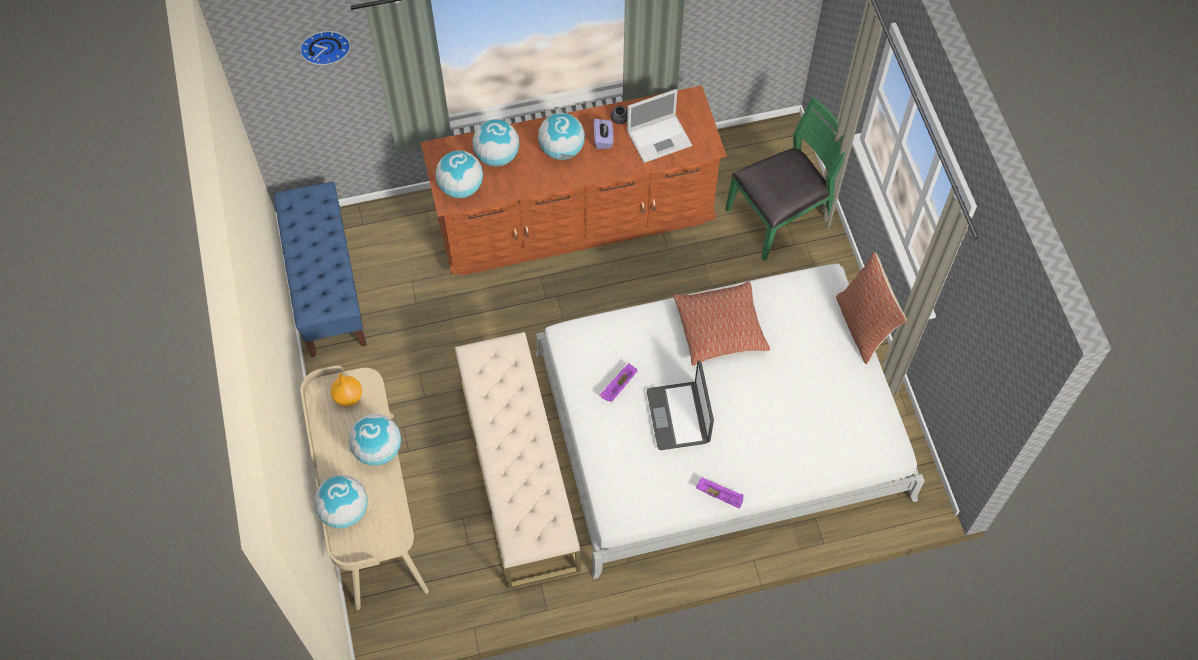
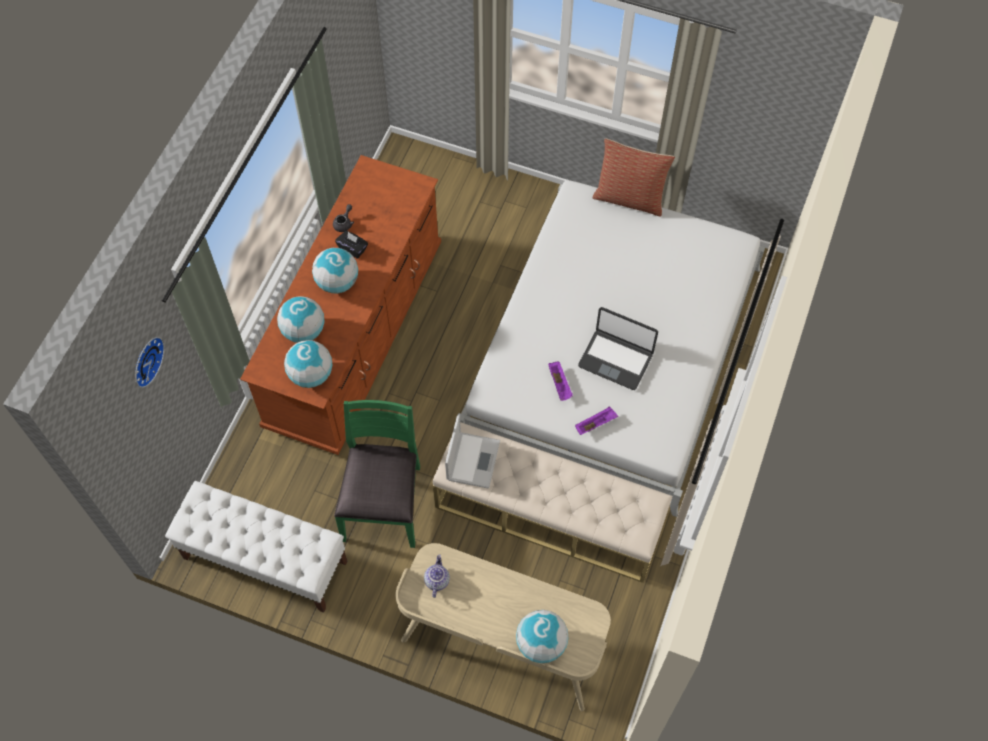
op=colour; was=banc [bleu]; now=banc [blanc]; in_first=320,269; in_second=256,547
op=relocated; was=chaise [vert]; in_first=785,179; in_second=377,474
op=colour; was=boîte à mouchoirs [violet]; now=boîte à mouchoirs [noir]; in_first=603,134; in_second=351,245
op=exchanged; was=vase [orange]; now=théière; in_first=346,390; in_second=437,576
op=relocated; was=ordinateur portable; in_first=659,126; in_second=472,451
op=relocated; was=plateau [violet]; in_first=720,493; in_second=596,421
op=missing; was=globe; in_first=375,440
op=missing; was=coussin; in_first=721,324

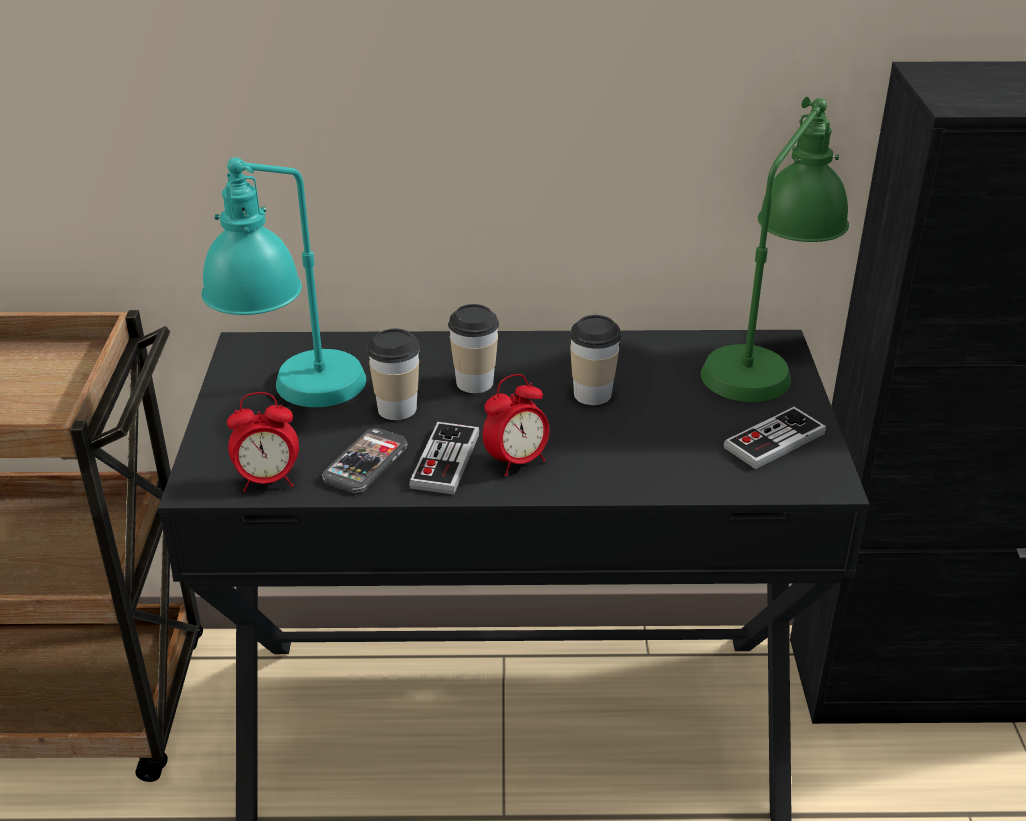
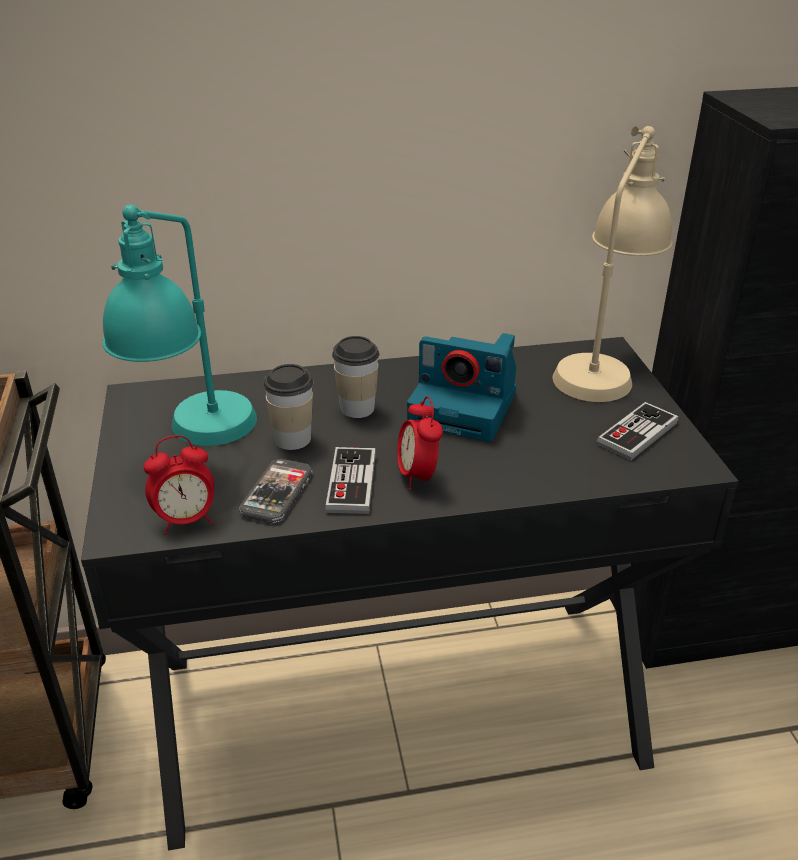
op=spun; was=réveil; in_first=516,425; in_second=420,443; clockwise=120
op=exchanged; was=tasse; now=appareil photo; in_first=595,360; in_second=461,387
op=colour; was=lampe de table [vert]; now=lampe de table [beige]; in_first=775,249; in_second=613,264

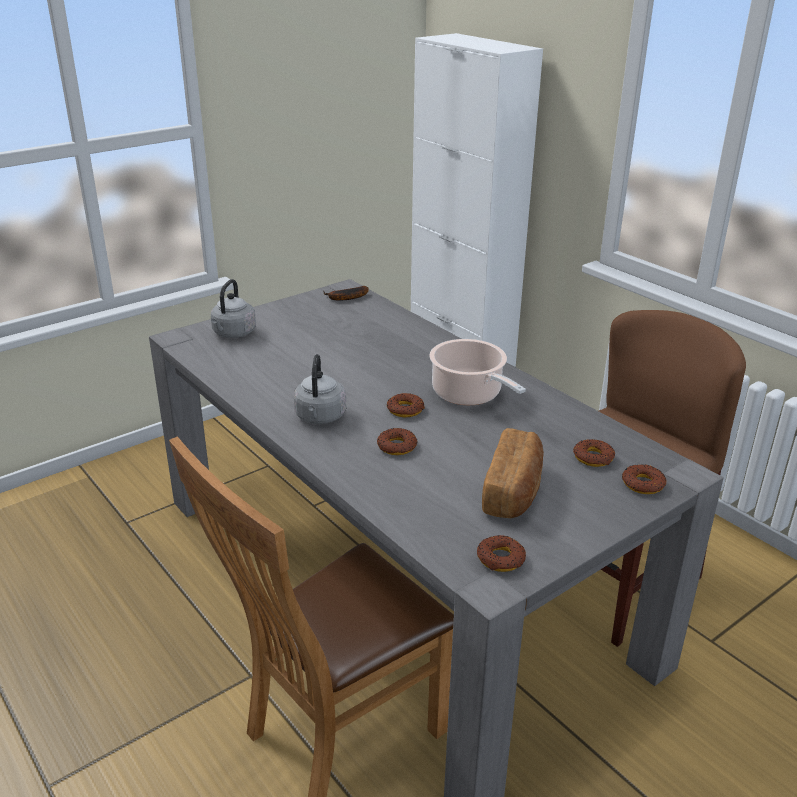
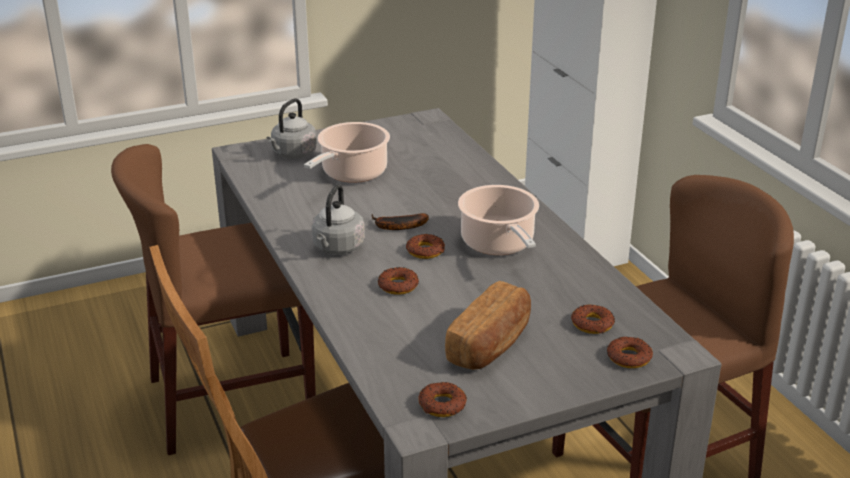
op=appeared; now=chaise [marron]; in_second=213,299
op=appeared; now=marmite; in_second=347,152
op=relocated; was=banane; in_first=346,293; in_second=400,221

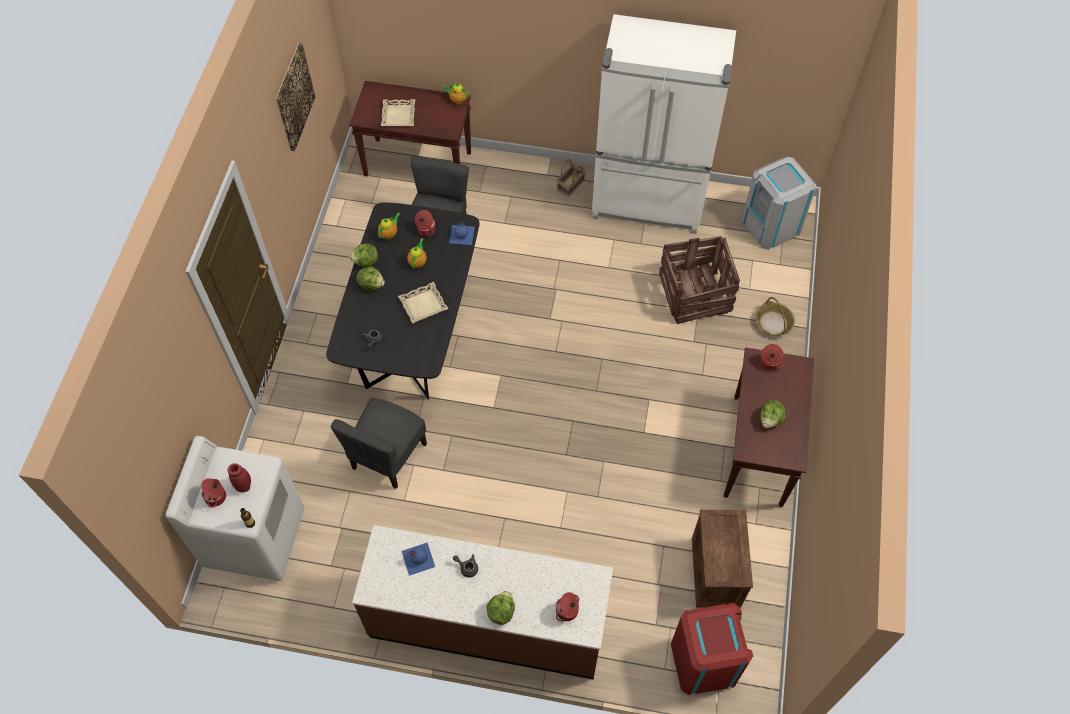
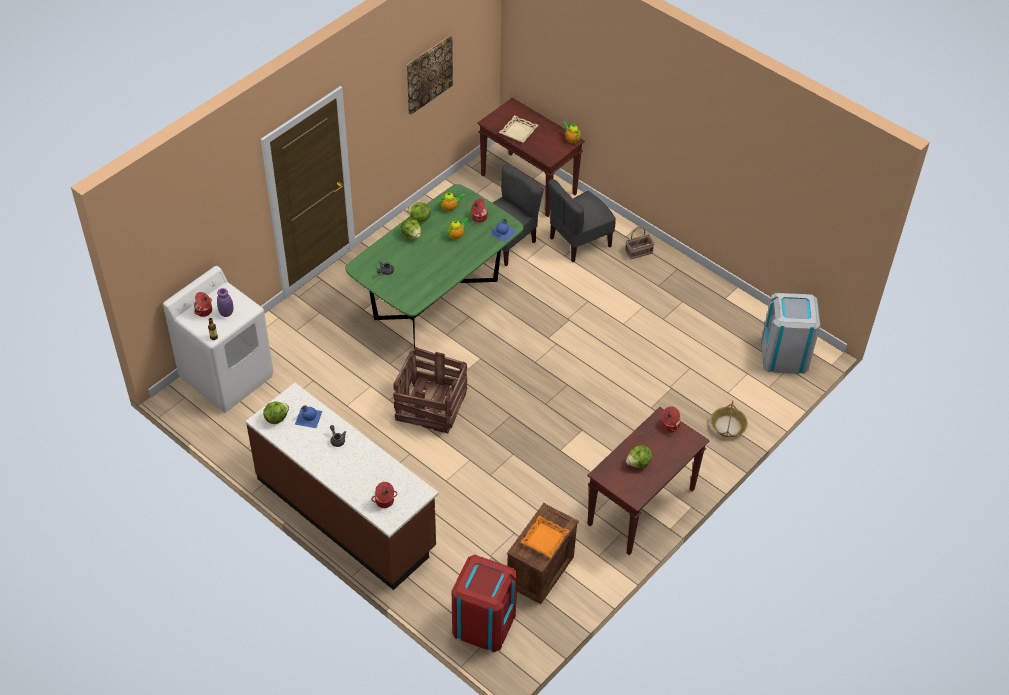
op=colour; was=vase [rouge]; now=vase [violet]; in_first=239,477; in_second=225,302
op=relocated; was=laitue; in_first=501,608; in_second=276,412
op=colour; was=table à manger [noir]; now=table à manger [vert]; in_first=403,301; in_second=434,266
op=relocated; was=caisse; in_first=699,280; in_second=430,390
op=appeared; now=plateau [orange]; in_second=545,536
op=relocated; was=chaise [gris]; in_first=379,443; in_second=582,220
op=missing; was=plateau [beige]; in_first=423,303
op=missing; was=réfrigérateur [blanc]; in_first=664,124

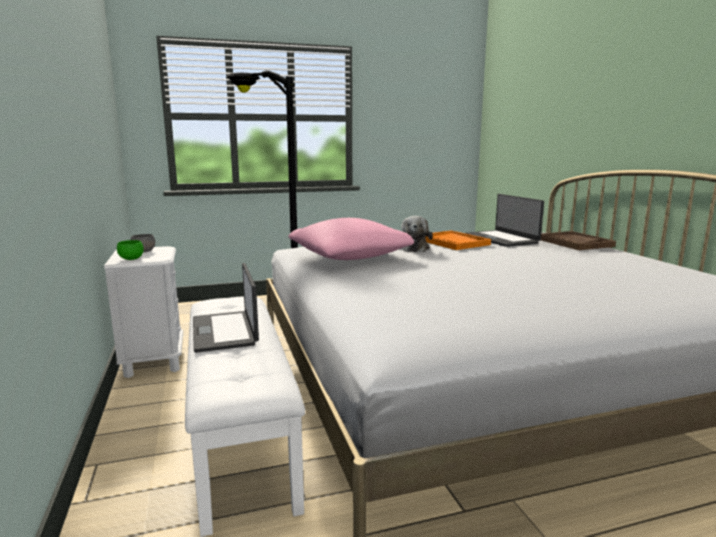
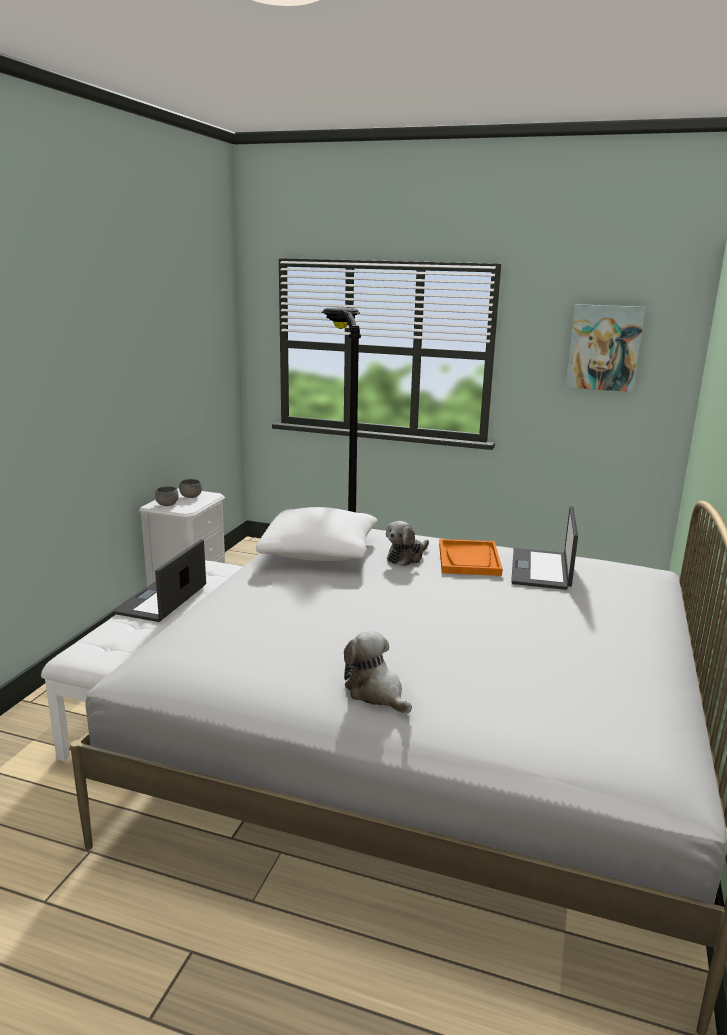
op=colour; was=bol [vert]; now=bol [gris]; in_first=130,250; in_second=167,496
op=colour; was=coussin [rose]; now=coussin [blanc]; in_first=351,239; in_second=317,534
op=appeared; now=peluche; in_second=378,672
op=appeared; now=tableau; in_second=605,348
op=missing; was=plateau [marron]; in_first=578,240

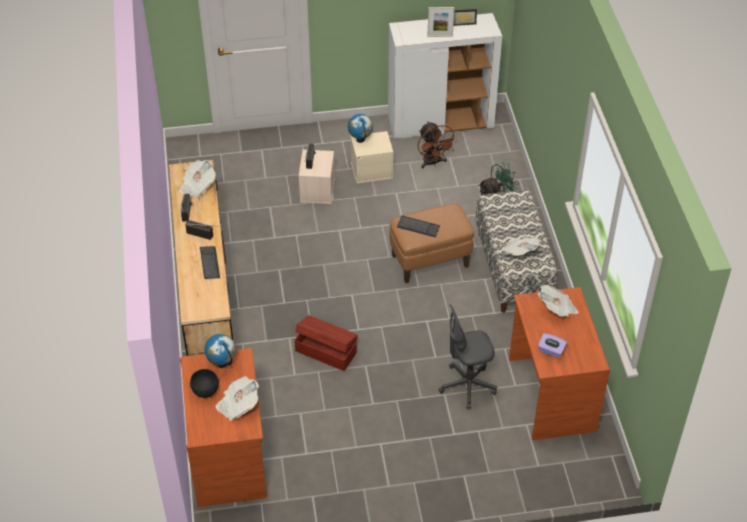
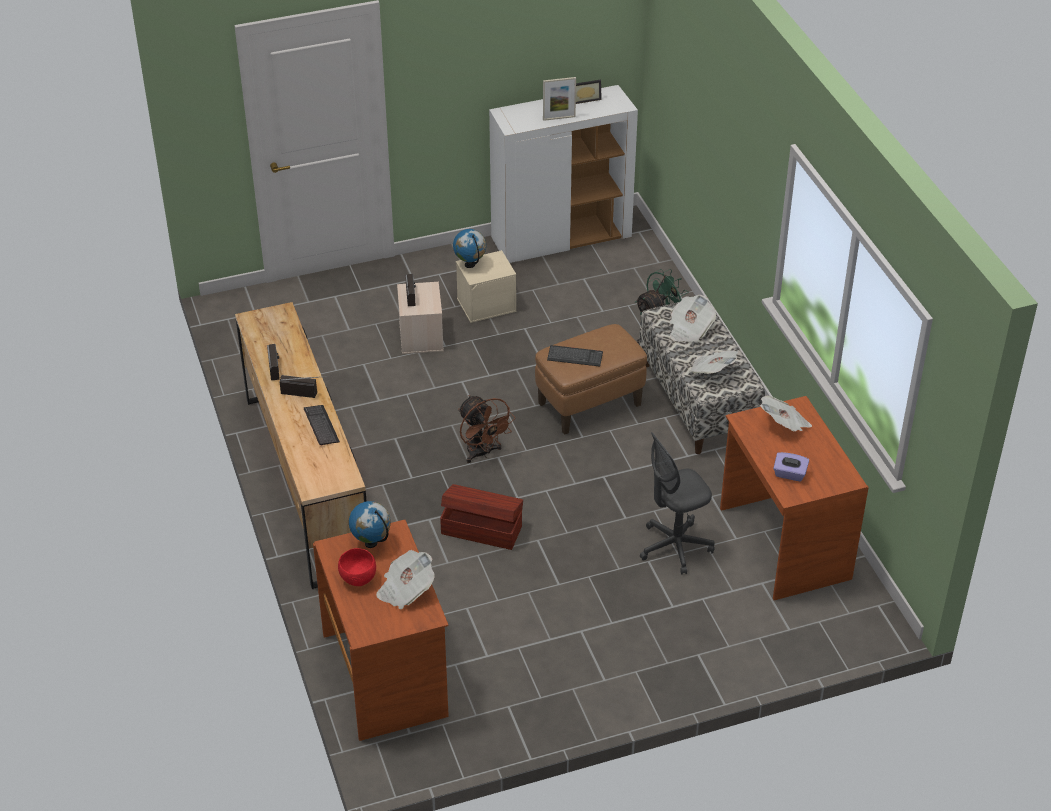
op=colour; was=bol [noir]; now=bol [rouge]; in_first=204,383; in_second=357,567
op=relocated; was=ventilateur [marron]; in_first=437,144; in_second=486,429
op=relocated; was=journal; in_first=197,179; in_second=693,319

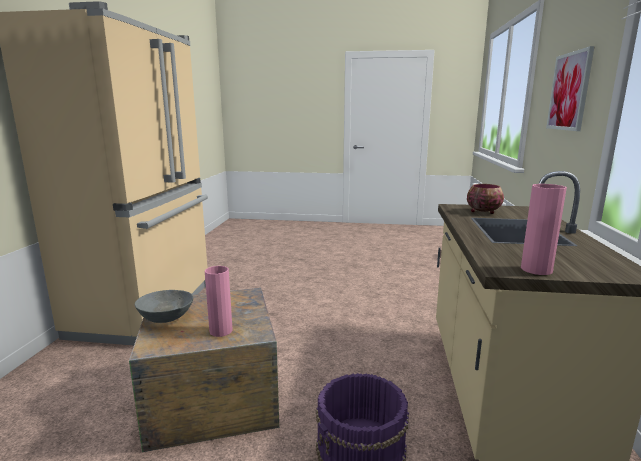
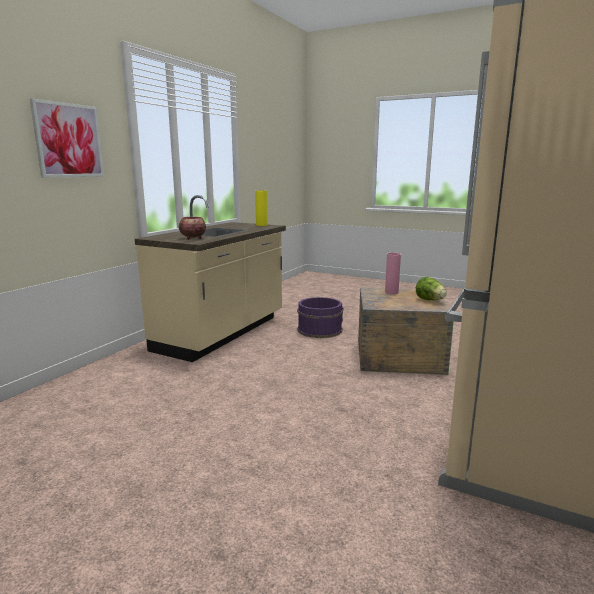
op=colour; was=vase [rose]; now=vase [jaune]; in_first=544,229; in_second=261,208
op=exchanged; was=bol [gris]; now=laitue; in_first=164,306; in_second=431,288

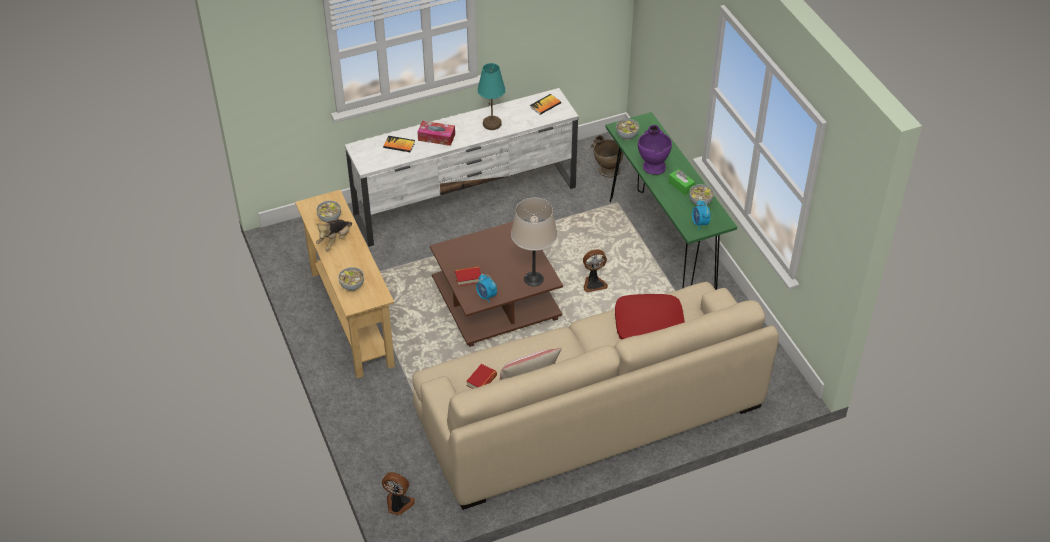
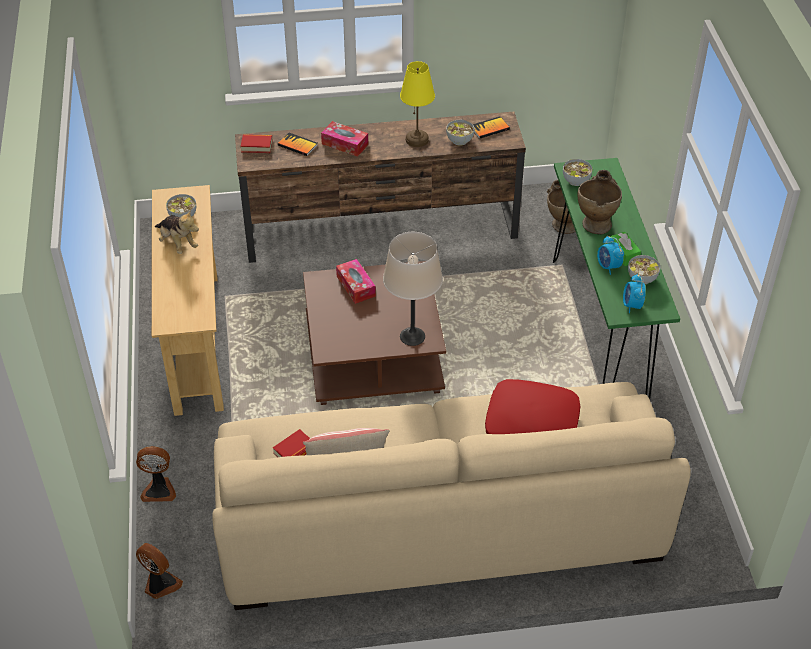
op=relocated; was=ventilateur; in_first=595,270; in_second=156,474
op=spun; was=peluche; in_first=333,235; in_second=177,231; clockwise=-90
op=colour; was=meuble télé [blanc]; now=meuble télé [marron]; in_first=462,167; in_second=380,187
op=relocated; was=livre; in_first=468,276; in_second=256,143
op=appeared; now=boîte à mouchoirs; in_second=356,281
op=colour; was=lampe de table [turquoise]; now=lampe de table [jaune]; in_first=491,96; in_second=417,104
op=relocated; was=bol; in_first=351,279; in_second=460,133
op=colour; was=vase [violet]; now=vase [beige]; in_first=655,150; in_second=599,202
op=relocated; was=réveil; in_first=486,288; in_second=610,255

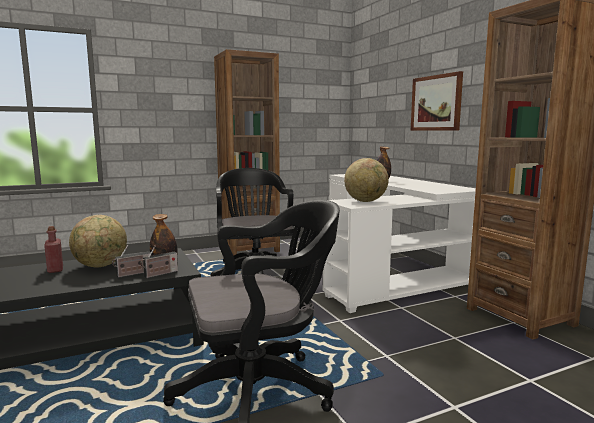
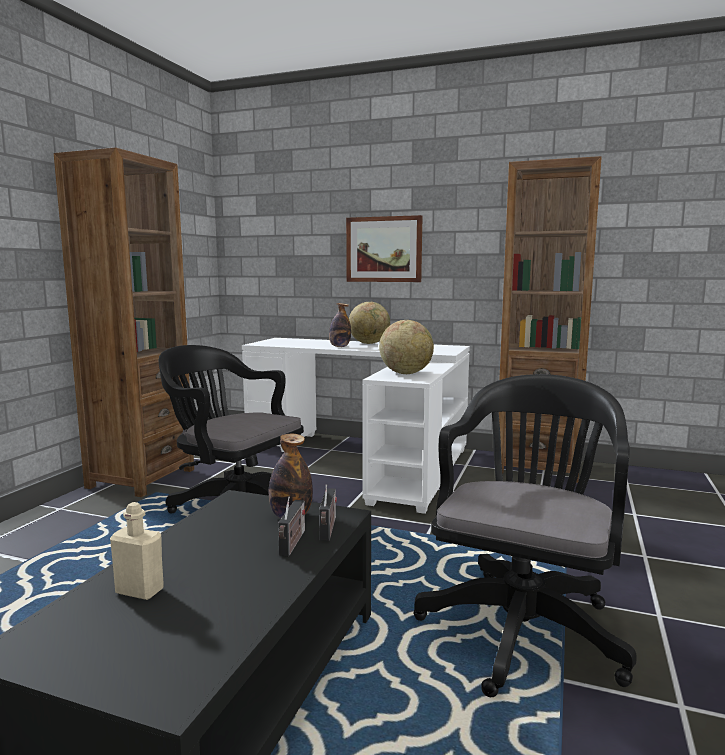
op=colour; was=bouteille [rouge]; now=bouteille [beige]; in_first=53,249; in_second=137,551
op=relocated; was=globe; in_first=98,241; in_second=369,323

